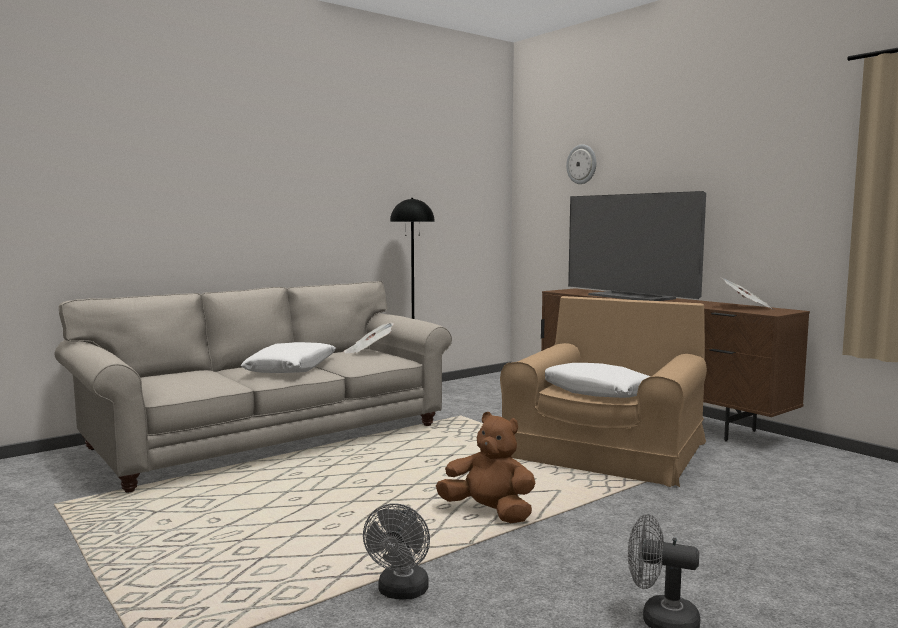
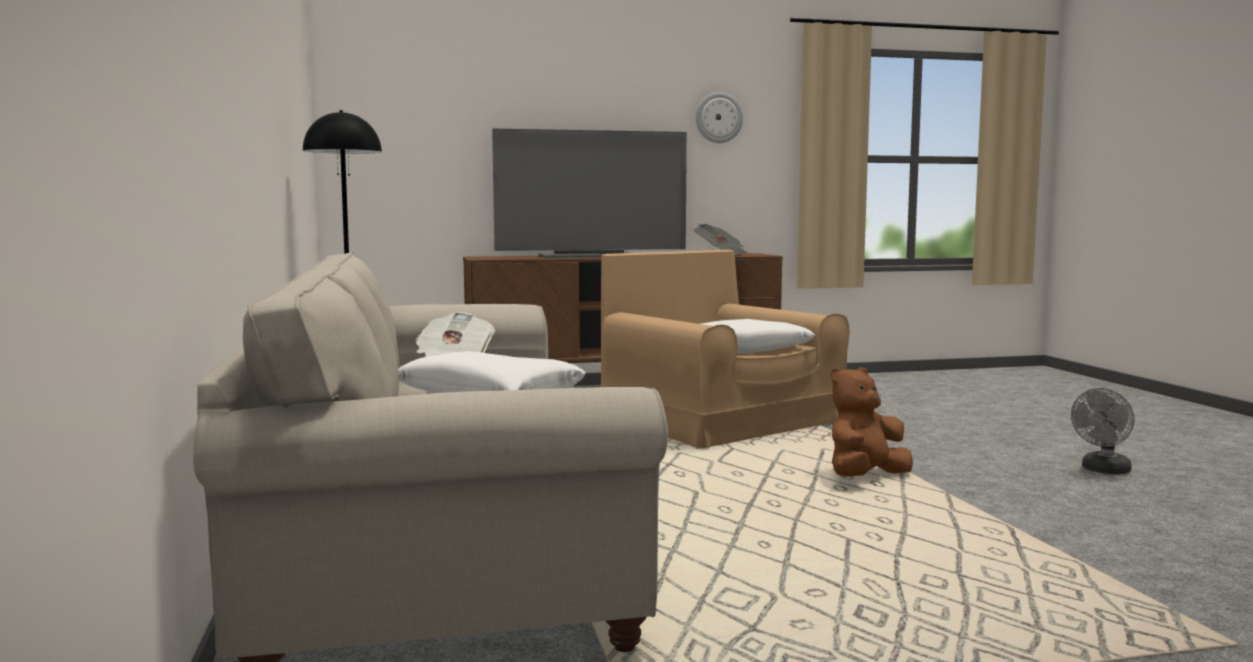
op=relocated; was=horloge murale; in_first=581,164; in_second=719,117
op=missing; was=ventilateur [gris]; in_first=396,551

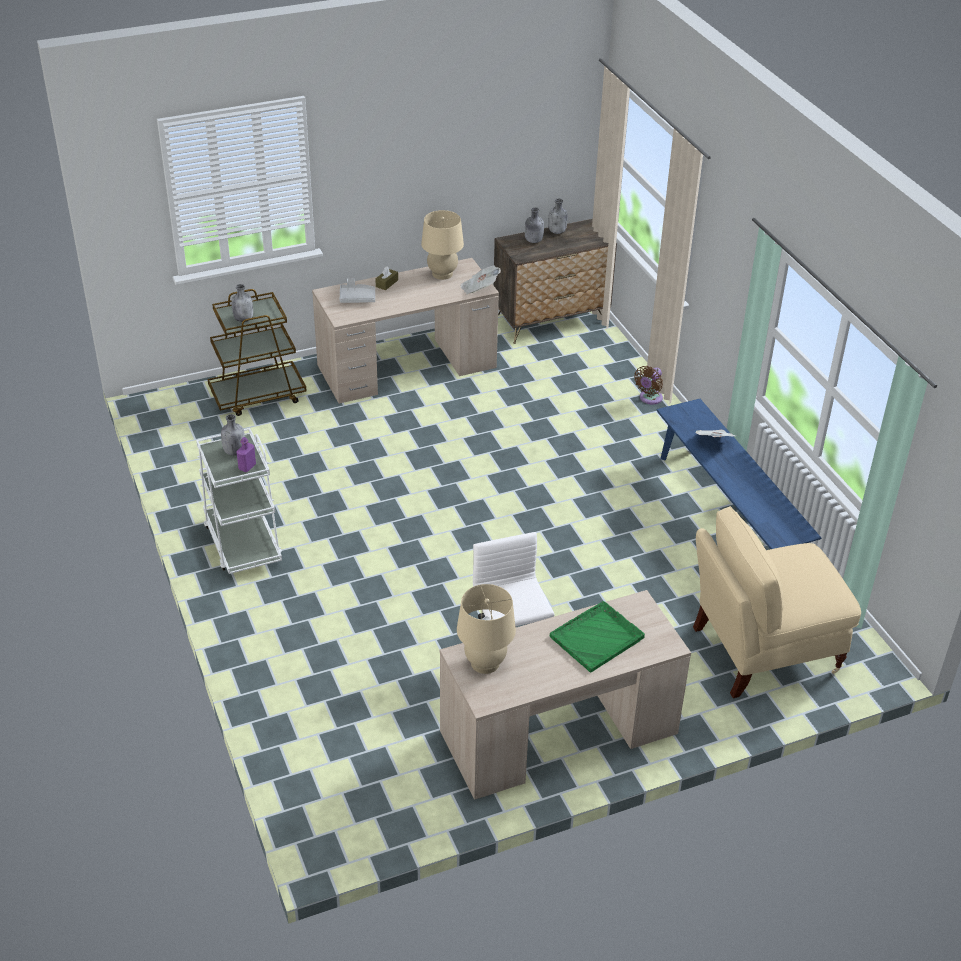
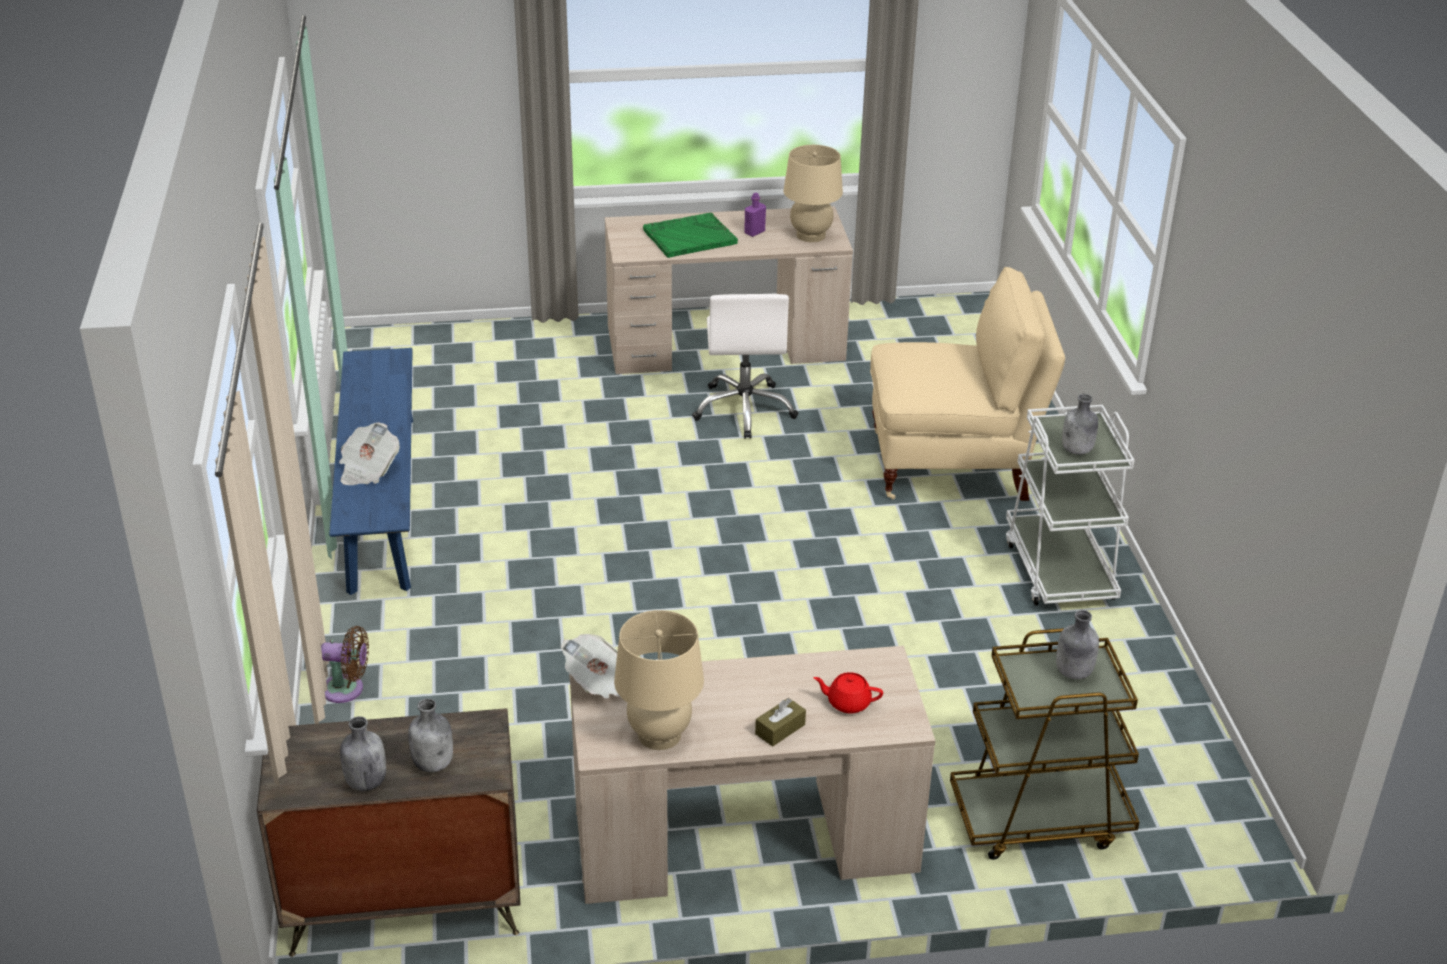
op=spun; was=ventilateur [marron]; in_first=648,385; in_second=345,664; clockwise=45
op=relocated; was=bouteille [violet]; in_first=246,454; in_second=755,215
op=exchanged; was=plateau [gris]; now=théière [rouge]; in_first=357,291; in_second=848,693
op=relocated; was=chaise [beige]; in_first=777,602; in_second=967,384

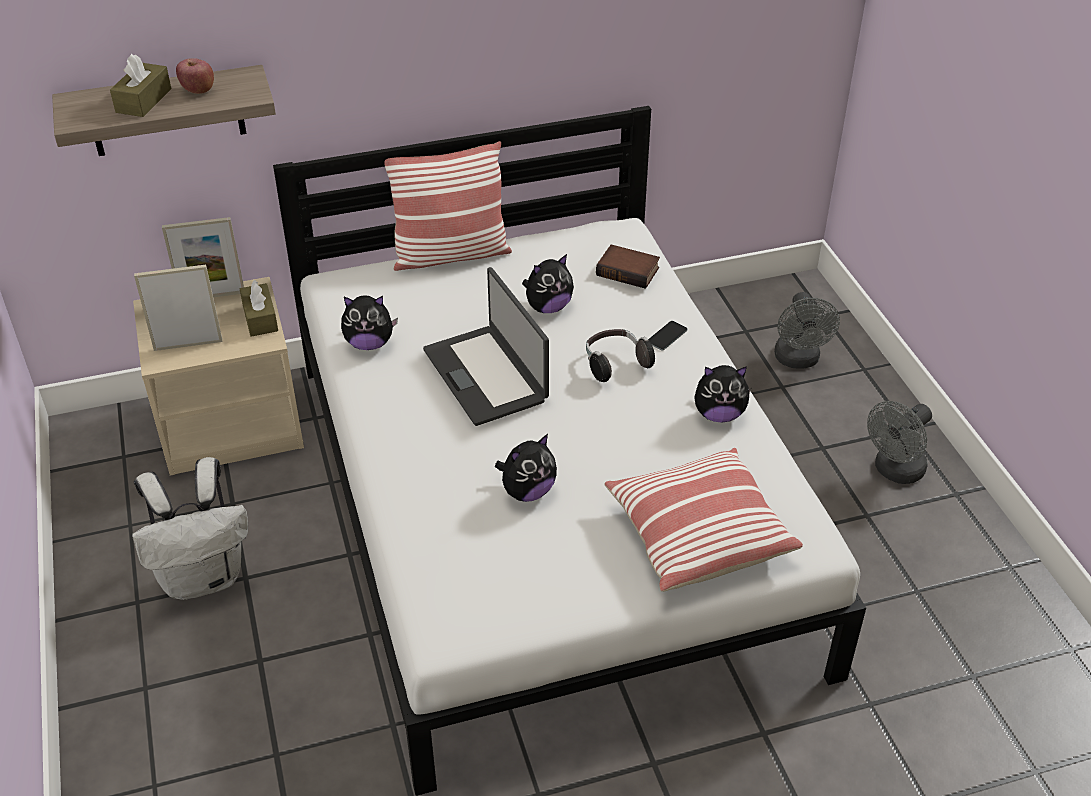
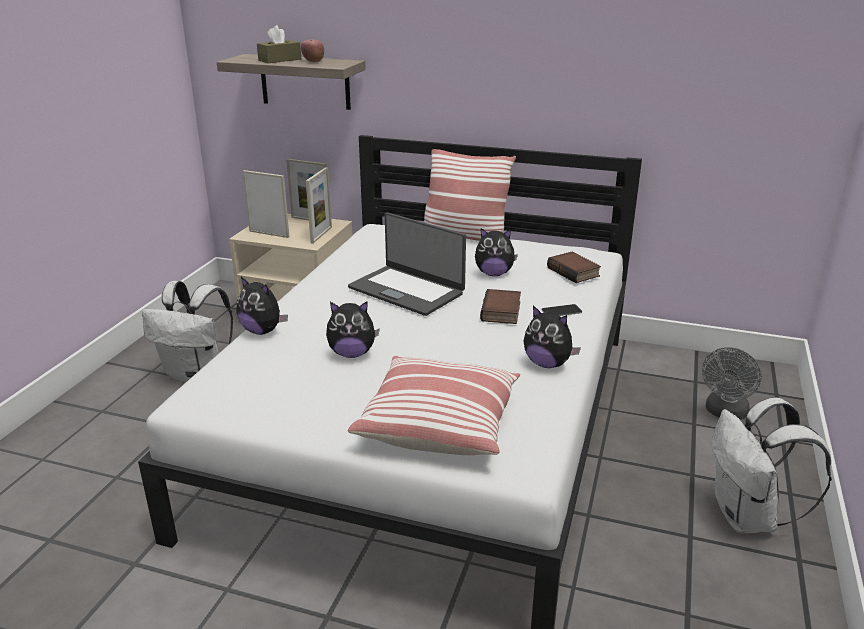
op=relocated; was=peluche; in_first=369,322; in_second=262,306
op=exchanged; was=boîte à mouchoirs [marron]; now=cadre photo; in_first=259,308; in_second=319,205
op=spun; was=ordinateur portable; in_first=486,346; in_second=407,264; clockwise=-60
op=exchanged; was=casque audio; now=livre; in_first=620,355; in_second=500,306
op=exchanged; was=ventilateur [gris]; now=sac à dos [blanc]; in_first=899,442; in_second=772,465

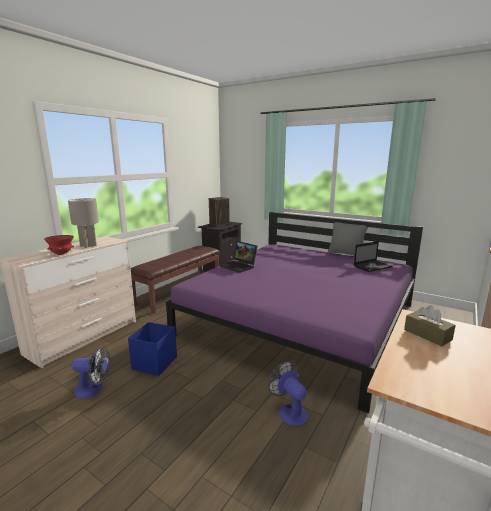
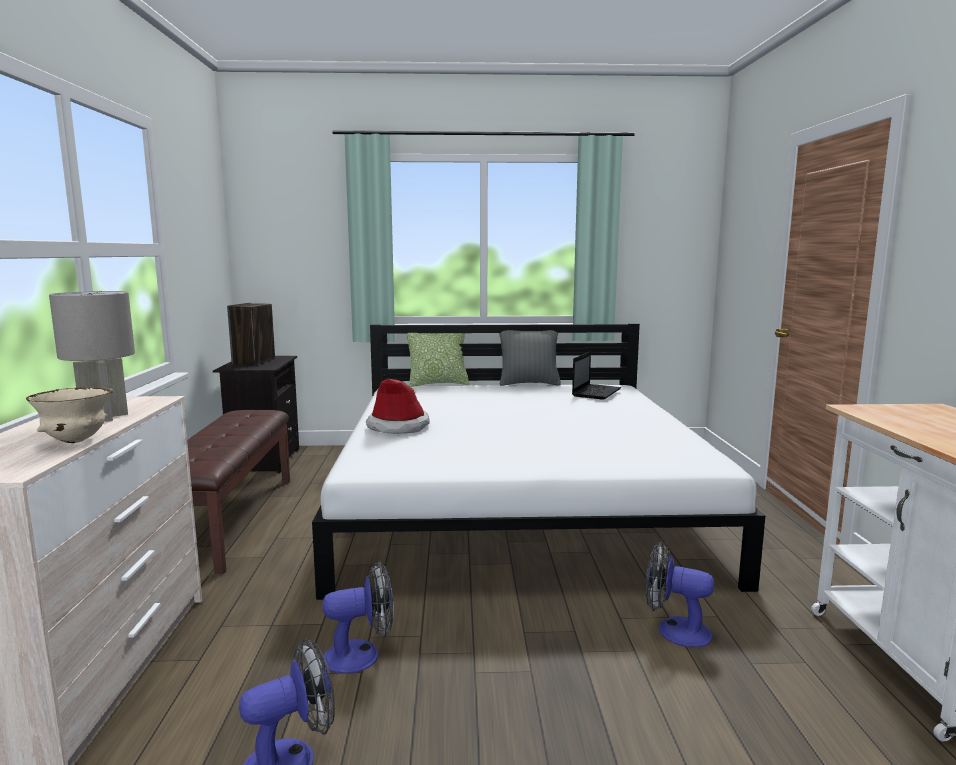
op=colour; was=bol [rouge]; now=bol [beige]; in_first=59,245; in_second=69,415
op=colour; was=lit [violet]; now=lit [blanc]; in_first=294,312; in_second=538,461
op=exchanged; was=boîte de rangement [bleu]; now=ventilateur; in_first=152,349; in_second=357,618
op=exchanged; was=ordinateur portable; now=chapeau; in_first=238,257; in_second=398,406
op=appeared; now=coussin; in_second=438,360
op=missing; was=boîte à mouchoirs [marron]; in_first=430,325

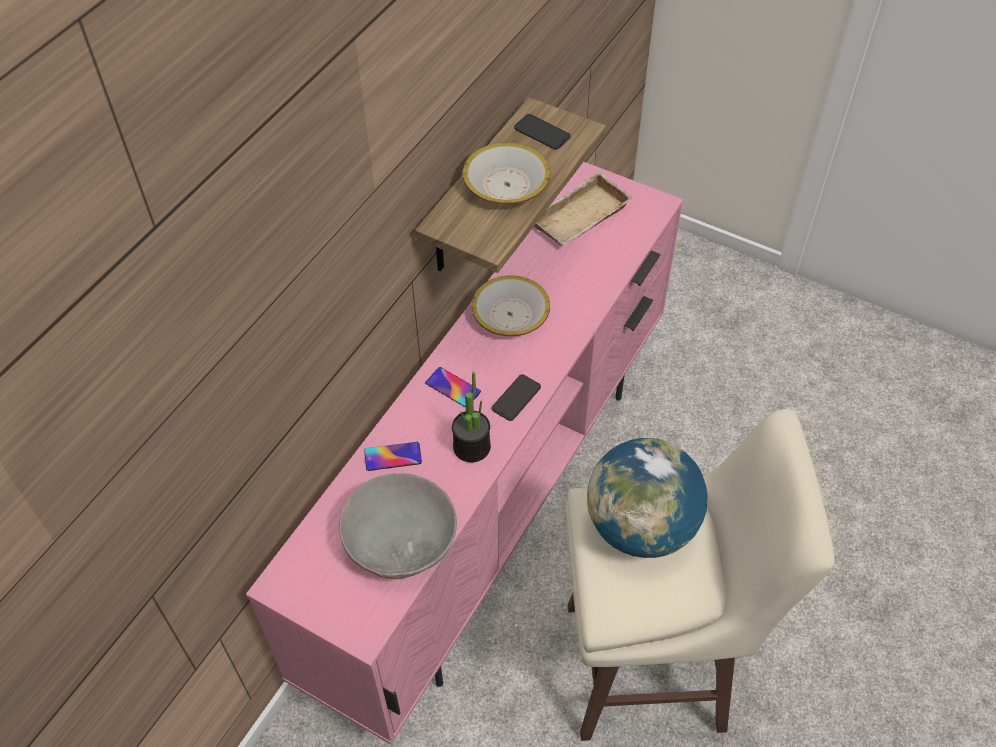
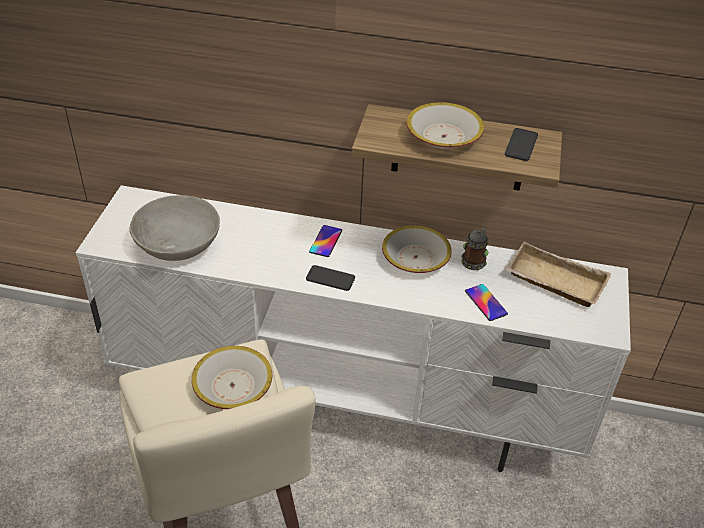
op=colour; was=meuble télé [rose]; now=meuble télé [blanc]; in_first=464,453; in_second=353,328
op=exchanged; was=globe; now=bol; in_first=647,498; in_second=232,377
op=appeared; now=mug; in_second=475,249
op=relocated; was=téléphone; in_first=393,456; in_second=486,302
op=missing; was=plante en pot; in_first=471,417

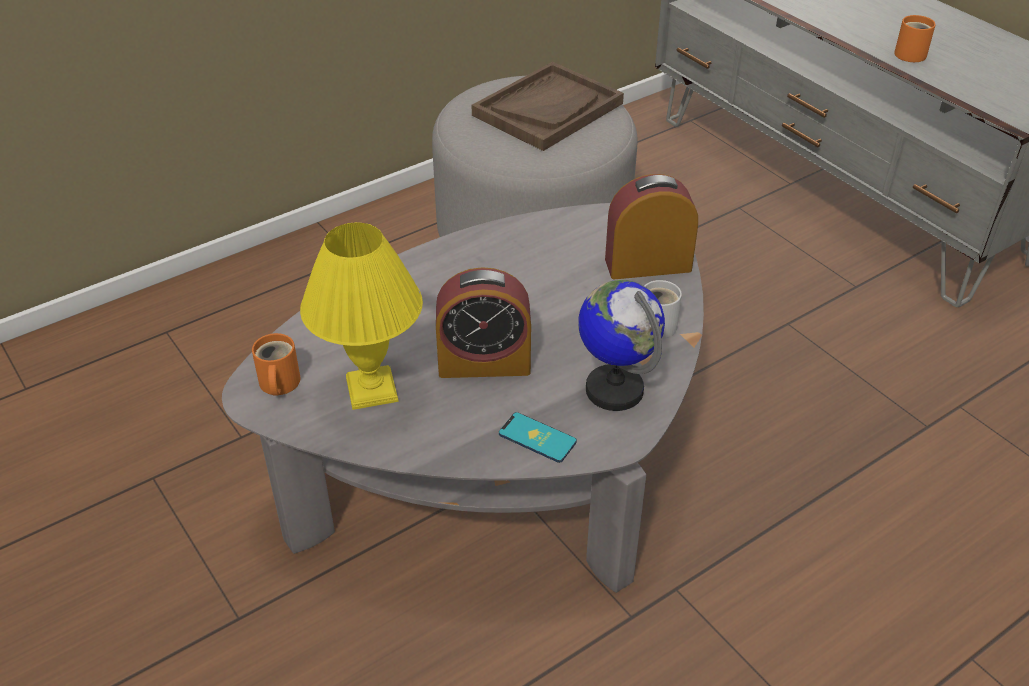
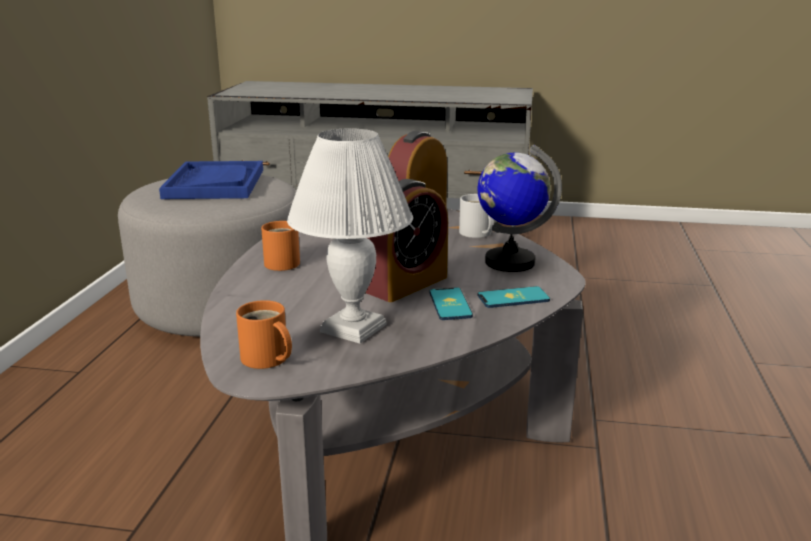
op=colour; was=plateau [marron]; now=plateau [bleu]; in_first=548,106; in_second=211,180
op=relocated; was=mug [orange]; in_first=915,38; in_second=280,246
op=colour; was=lampe de table [jaune]; now=lampe de table [blanc]; in_first=361,316; in_second=350,235
op=appeared; now=téléphone; in_second=451,303

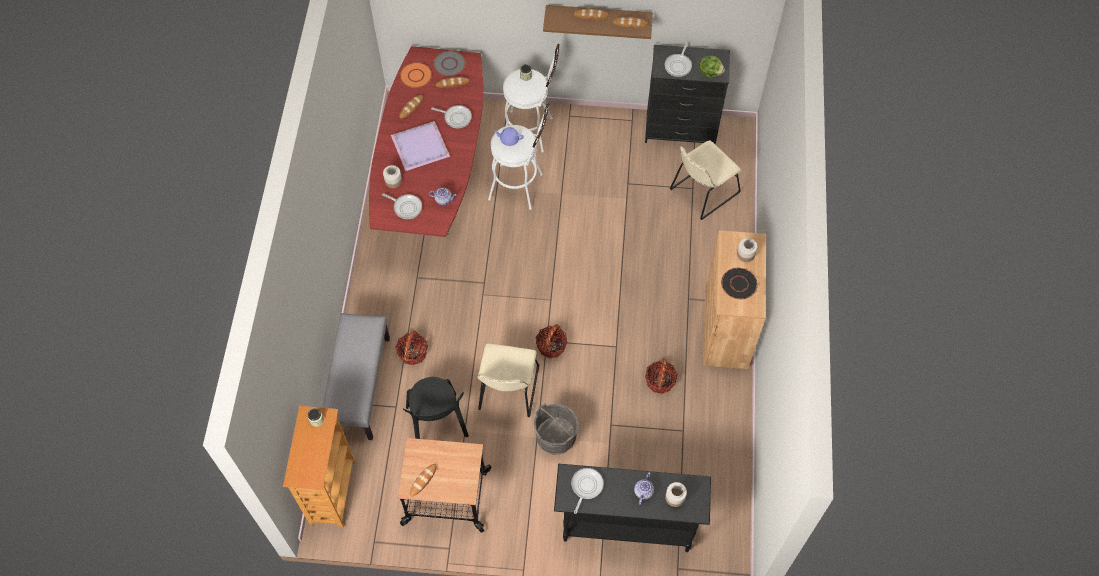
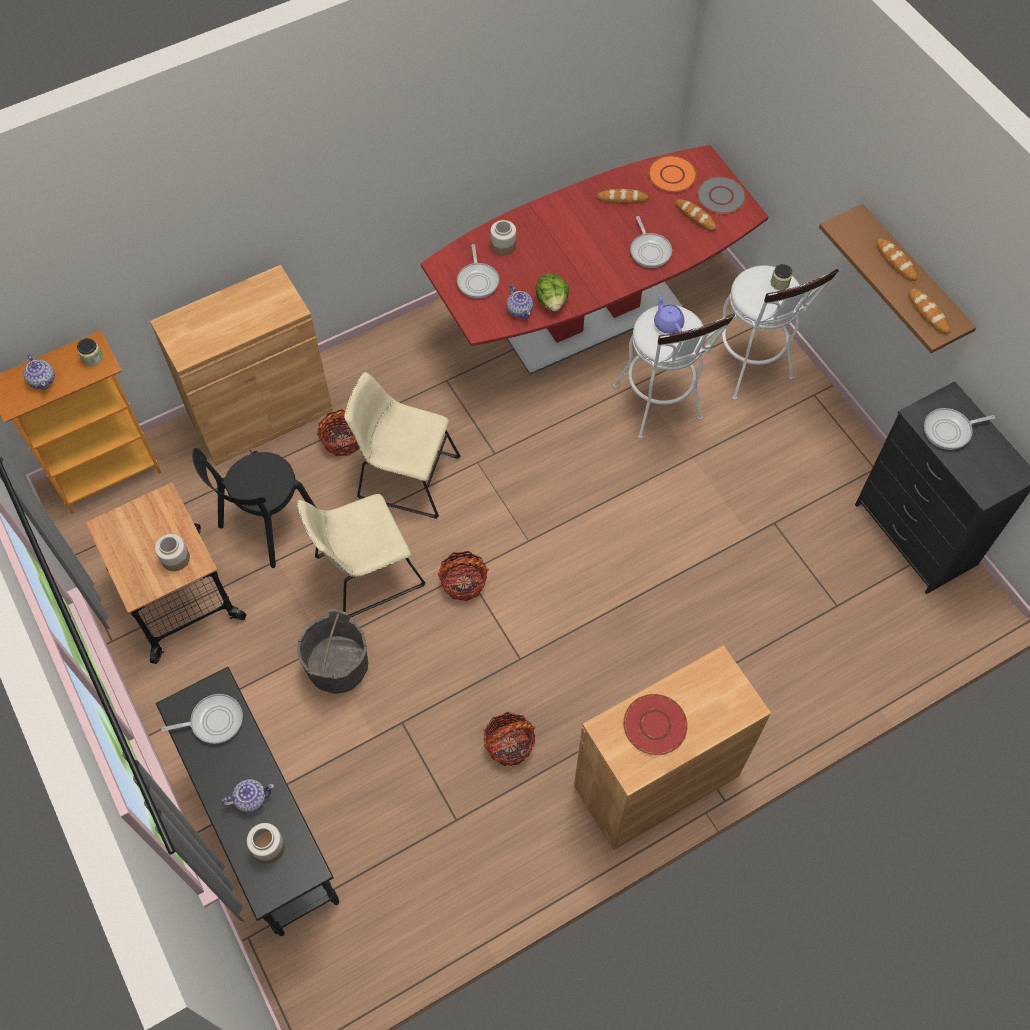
op=appeared; now=théière; in_second=39,372
op=exchanged; was=banc [gris]; now=meuble de rangement [marron]; in_first=356,376; in_second=241,365
op=relocated; was=bocal; in_first=747,250; in_second=172,552
op=relocated; was=chaise [beige]; in_first=705,180; in_second=402,445
op=relocated; was=laitue; in_first=712,66; in_second=552,292
op=colour; was=assiette [noir]; now=assiette [rouge]; in_first=739,284; in_second=655,724
op=missing; was=plateau [violet]; in_first=420,146
op=missing; was=pain; in_first=423,480

